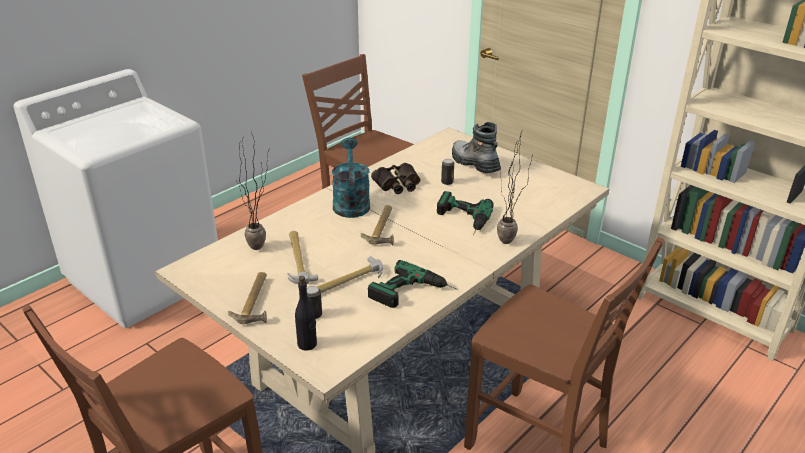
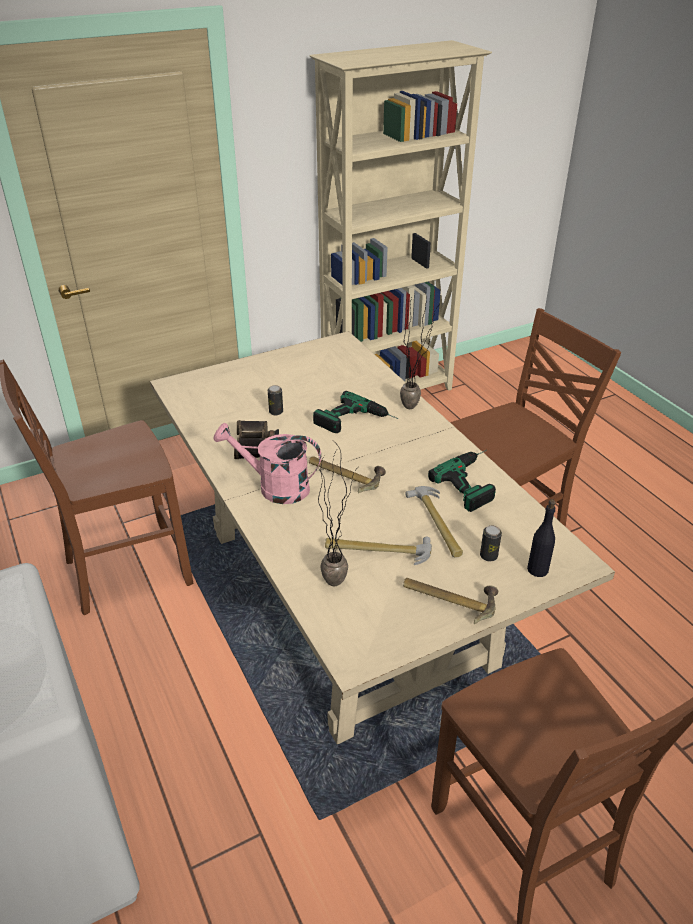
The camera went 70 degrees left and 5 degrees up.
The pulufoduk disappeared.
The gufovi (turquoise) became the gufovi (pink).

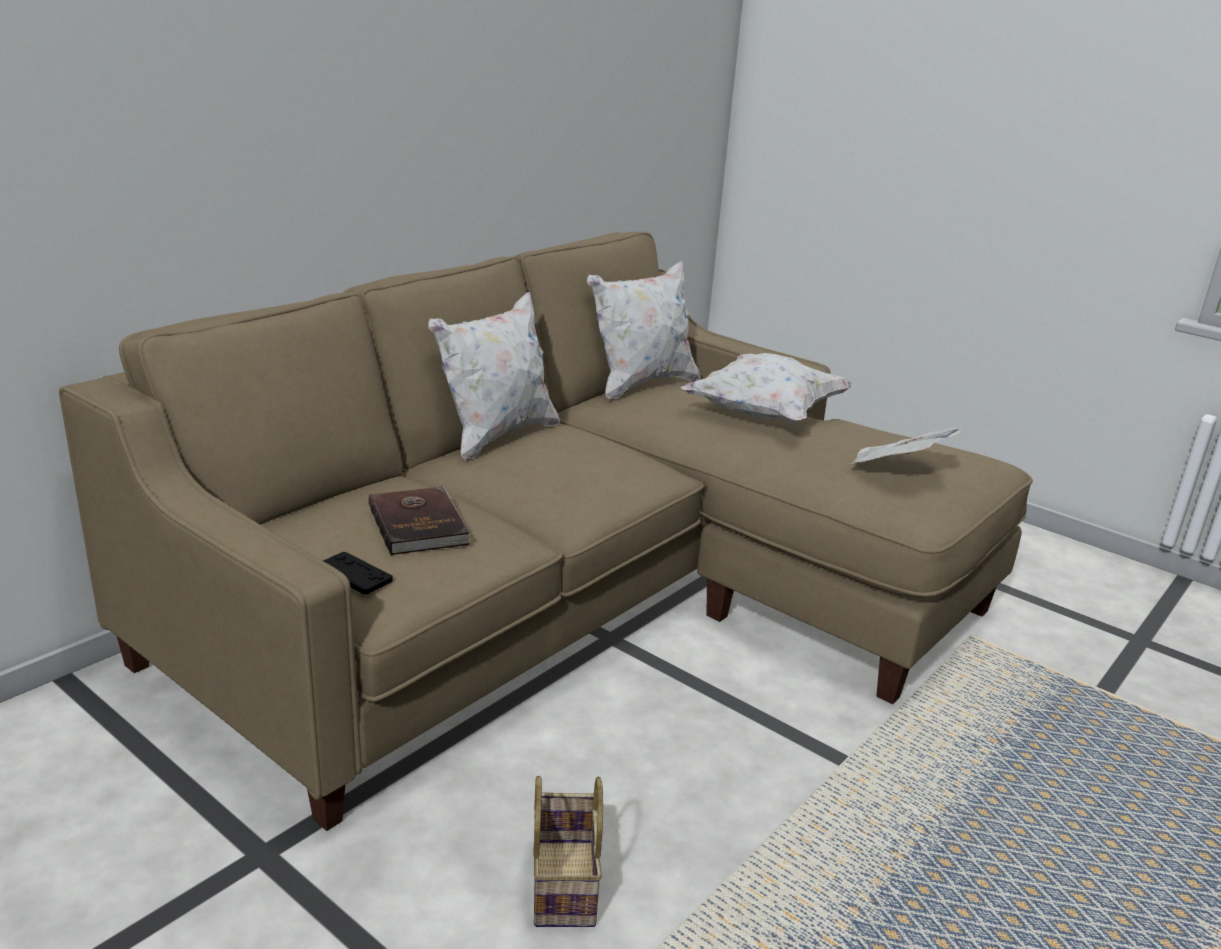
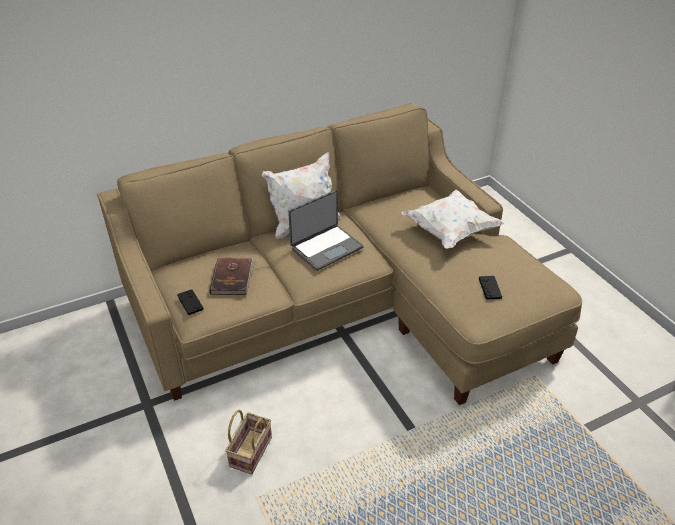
The camera went 25 degrees right and 15 degrees up.
The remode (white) (2nd from left) disappeared.
The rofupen appeared.
The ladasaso was replaced by the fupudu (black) (2nd from left).

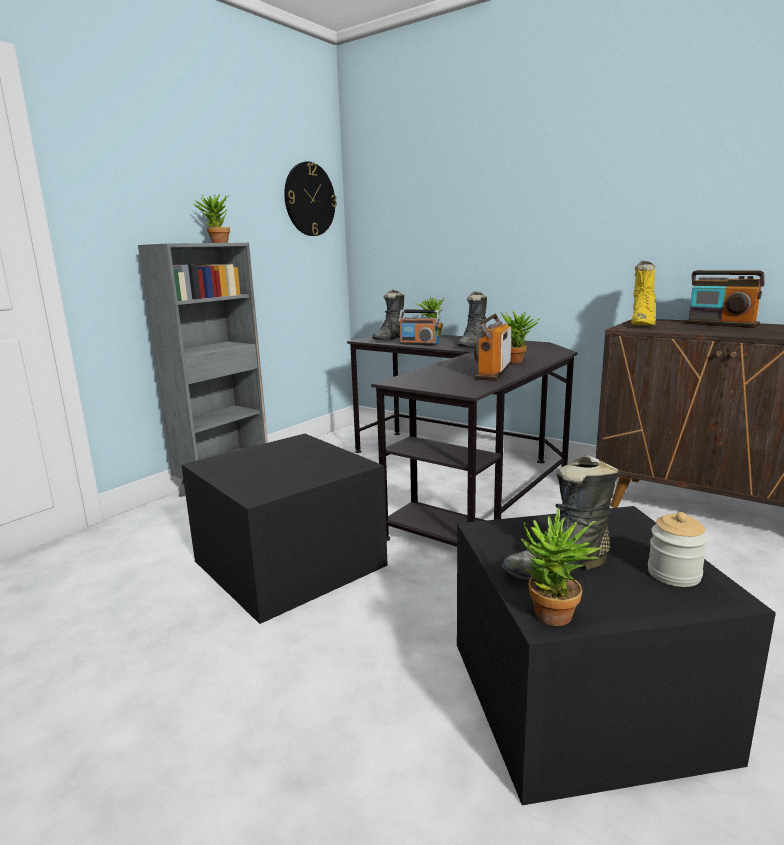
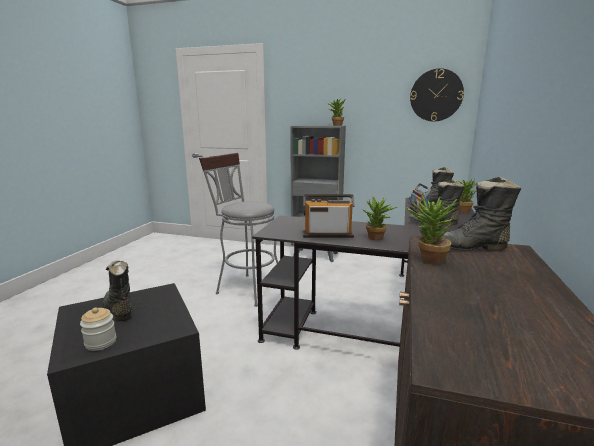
The camera went 70 degrees right and 0 degrees up.
The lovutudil (3rd from left) disappeared.
The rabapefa (4th from left in the first image) moved.
The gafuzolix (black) (1st from left) was replaced by the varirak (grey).
The pulufoduk (yellow) became the pulufoduk (black) (4th from left).

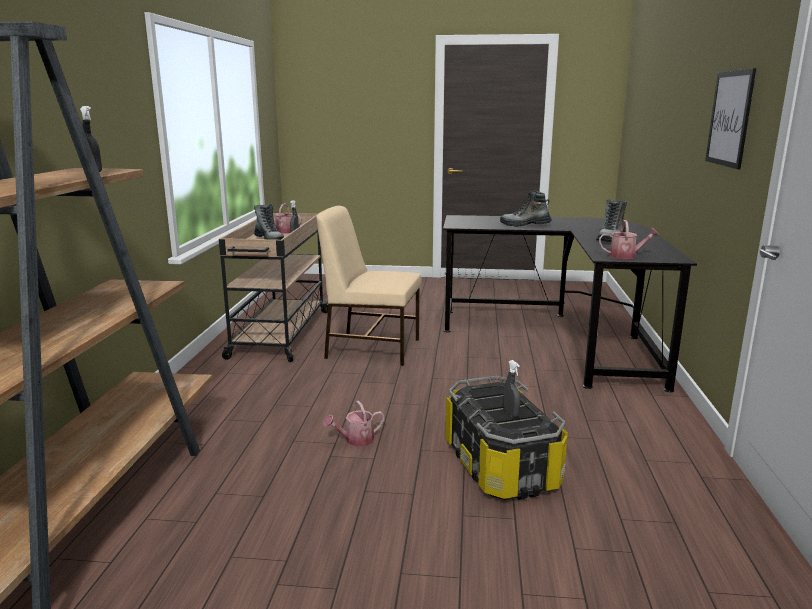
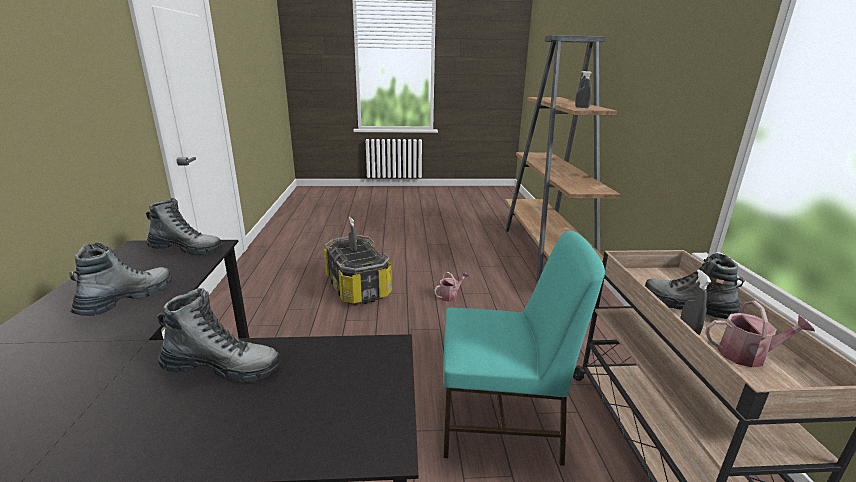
The camera went 170 degrees right and 5 degrees up.
The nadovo disappeared.
The gufovi (3rd from left) was replaced by the pulufoduk (2nd from left).
The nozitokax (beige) became the nozitokax (turquoise).

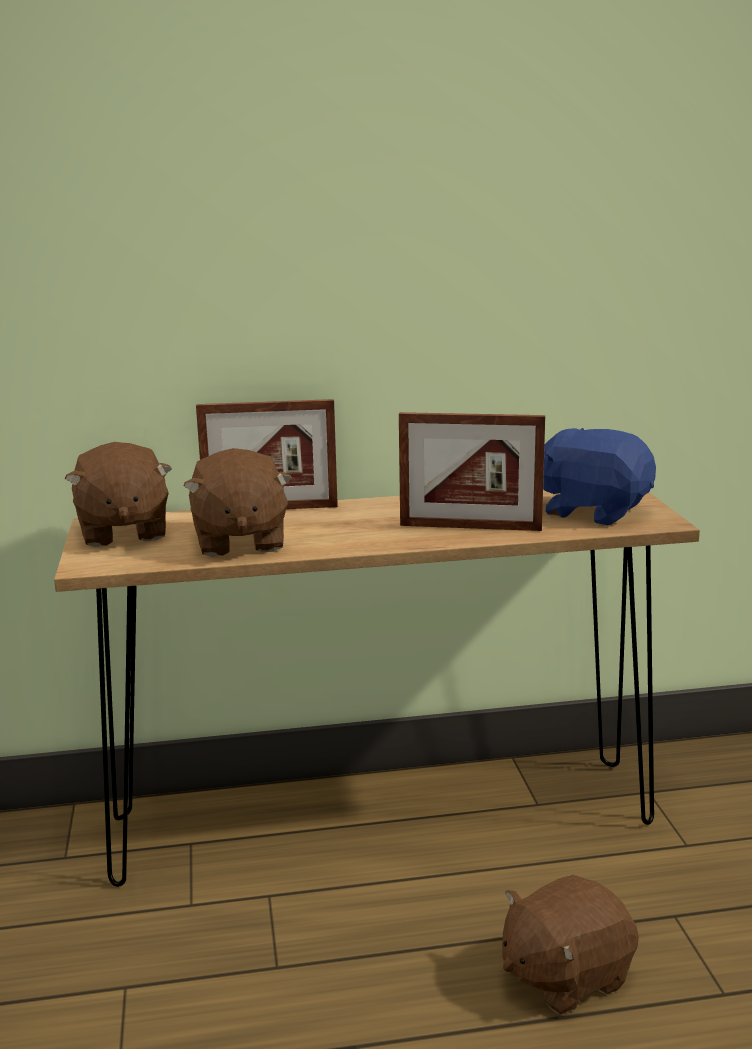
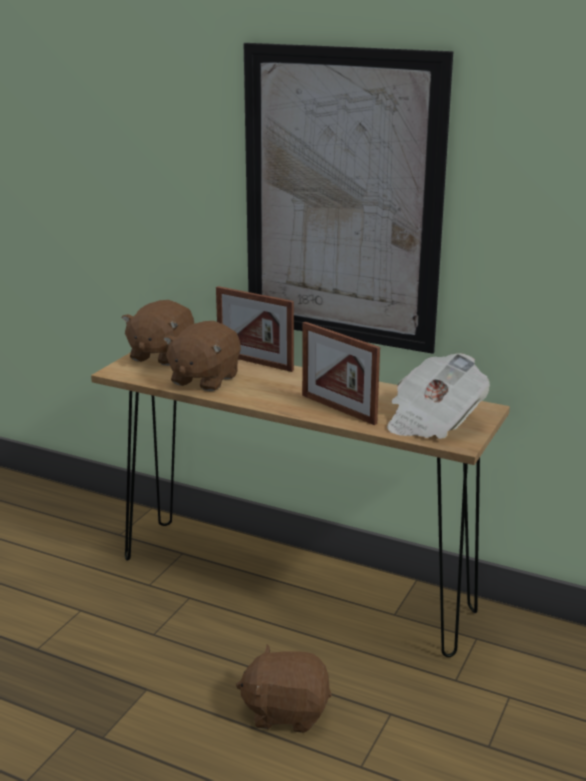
The camera went 35 degrees right and 5 degrees up.
The nadovo appeared.
The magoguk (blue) was replaced by the ladasaso.

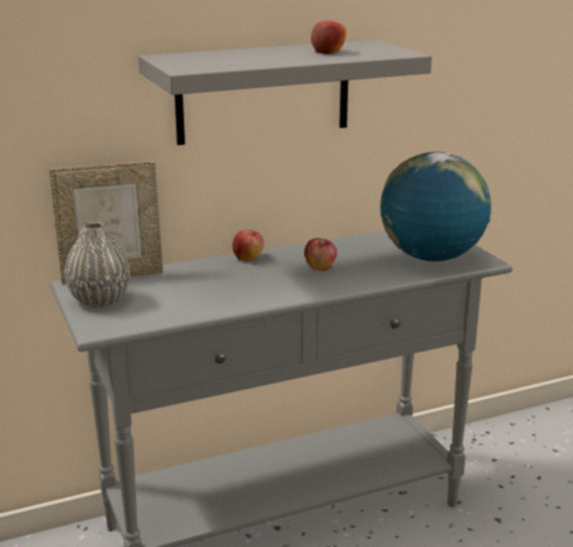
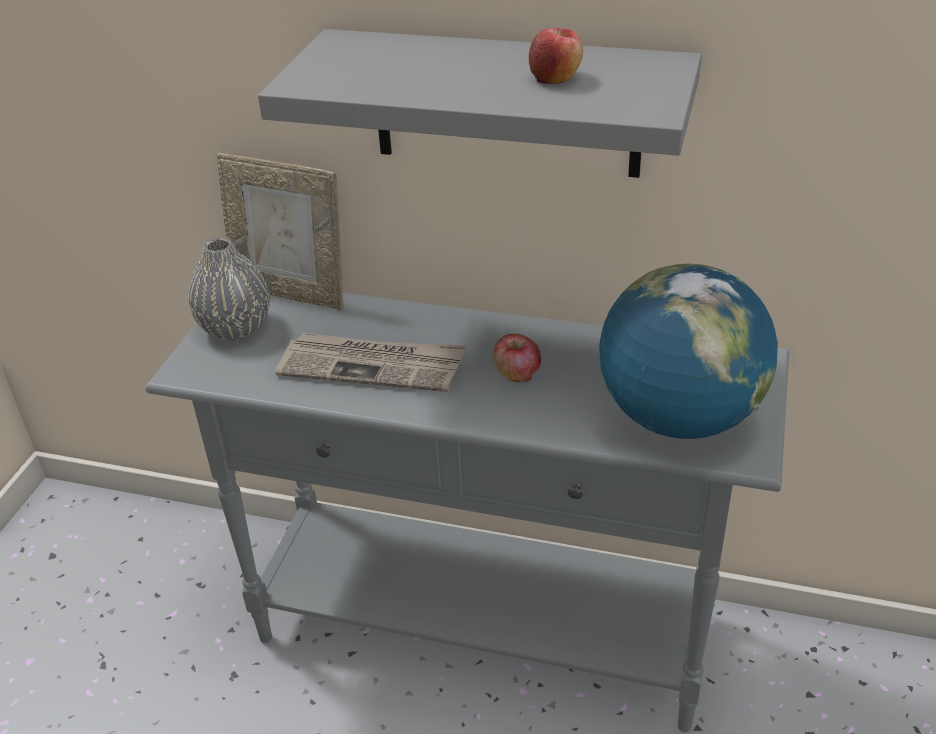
The camera went 40 degrees right and 15 degrees up.
The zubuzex (1st from left) disappeared.
The ladasaso appeared.

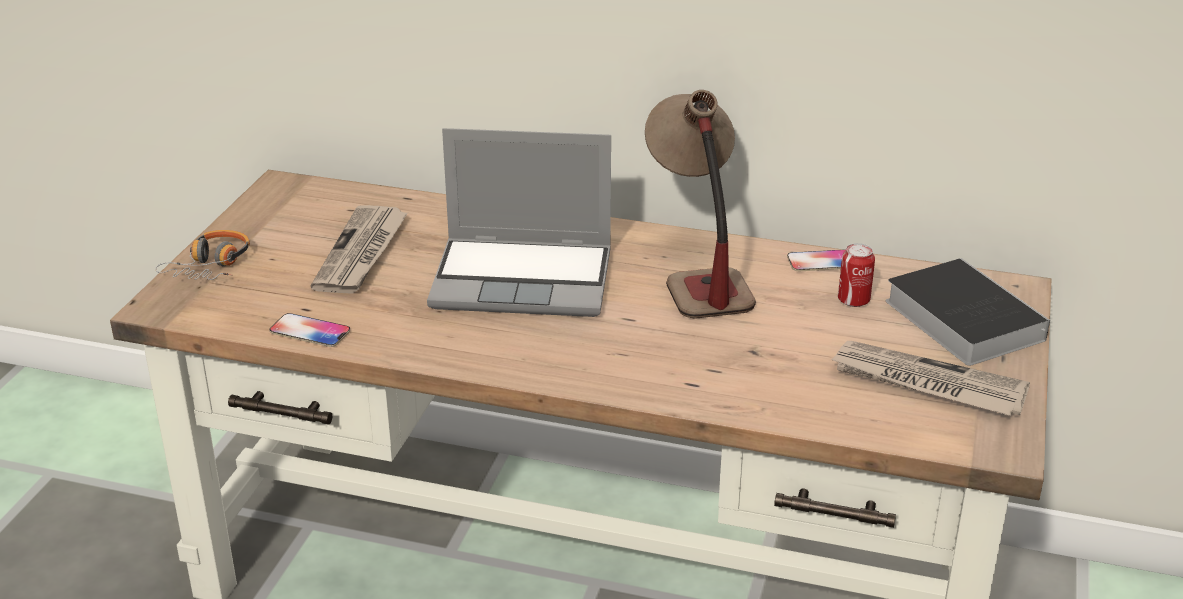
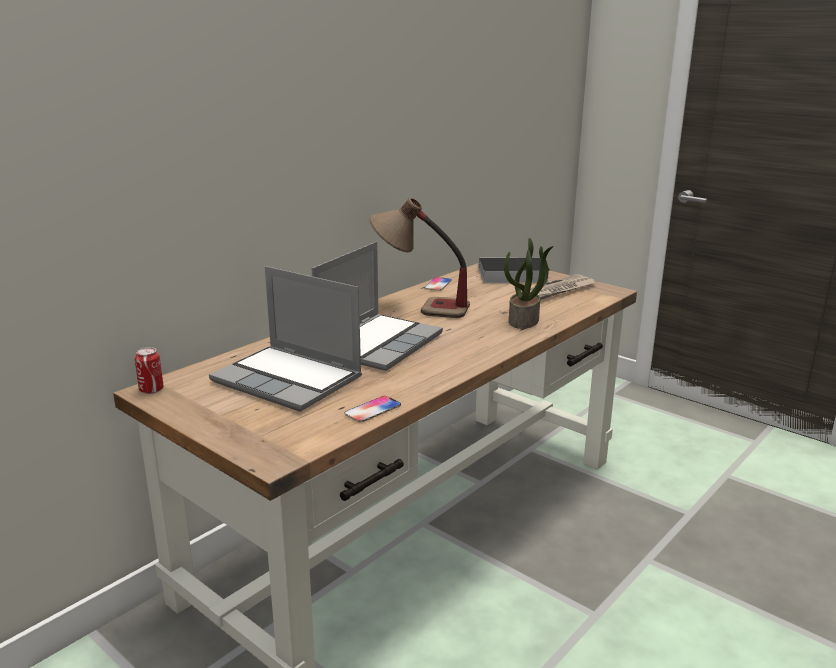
The camera went 65 degrees left and 10 degrees down.
The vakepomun disappeared.
The rabapefa appeared.
The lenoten moved.
The ladasaso (1st from left) was replaced by the rofupen (1st from left).

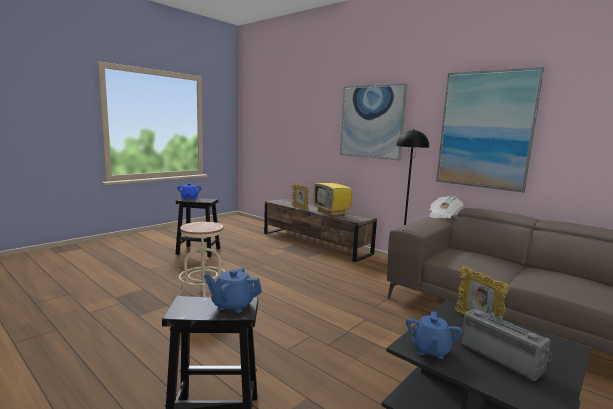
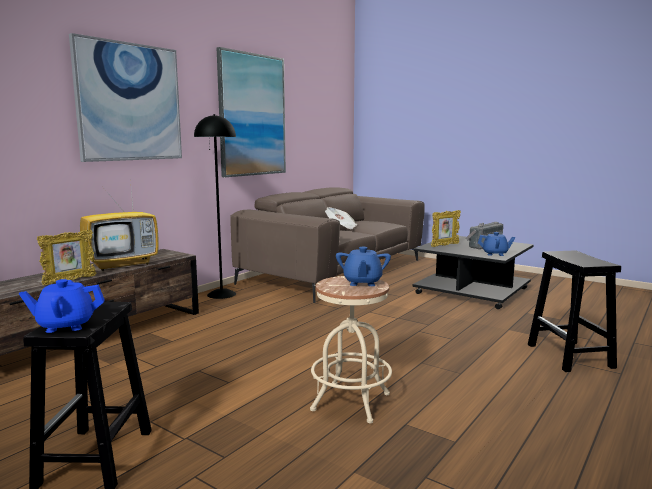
The camera went 95 degrees left and 0 degrees up.
The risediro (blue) (2nd from left) moved.
The ladasaso moved.

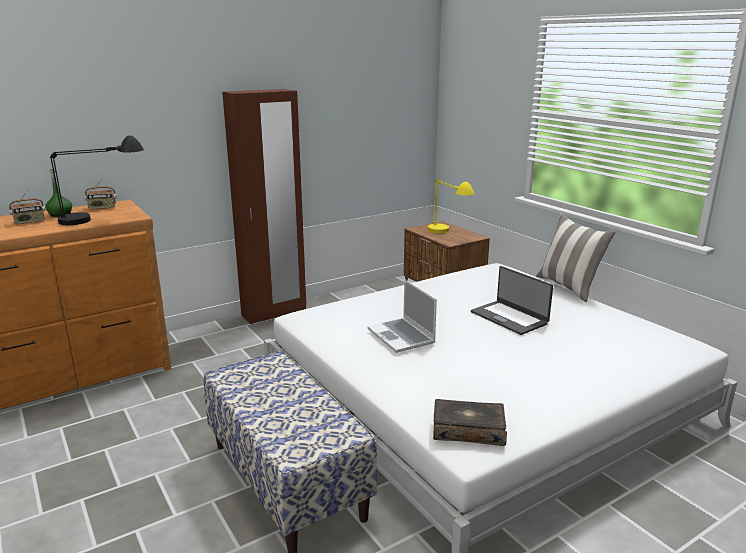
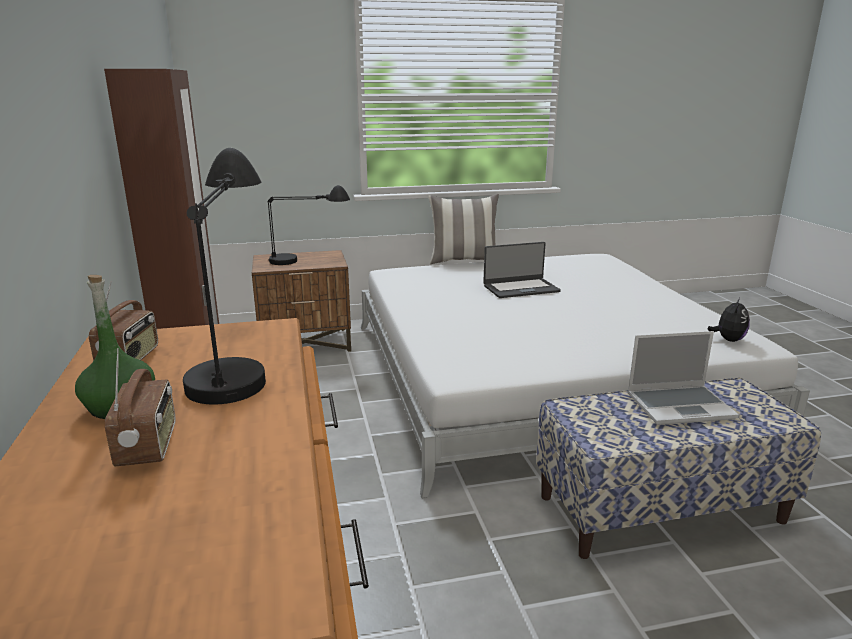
The camera went 70 degrees left and 0 degrees up.
The rofupen (1st from left in the first image) moved.
The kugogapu was replaced by the magoguk.
The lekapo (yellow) became the lekapo (black) (2nd from left).

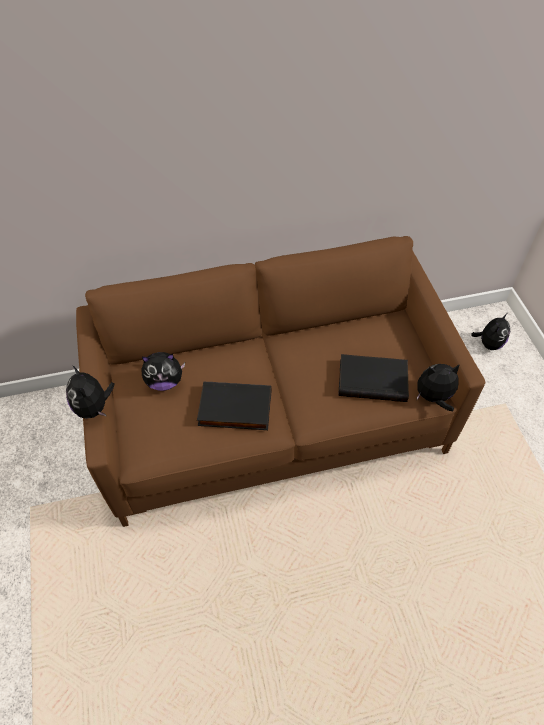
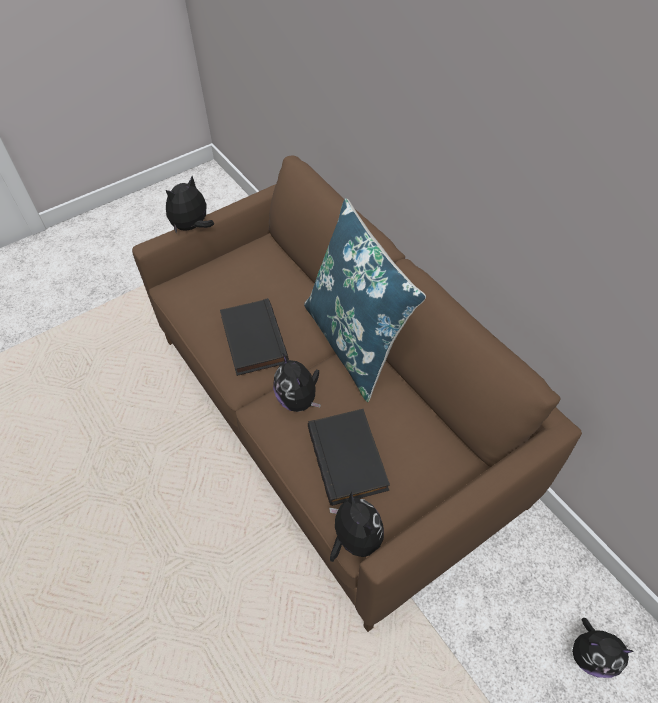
The camera went 70 degrees right and 0 degrees up.
The remode (blue) appeared.
The magoguk (2nd from left) moved.

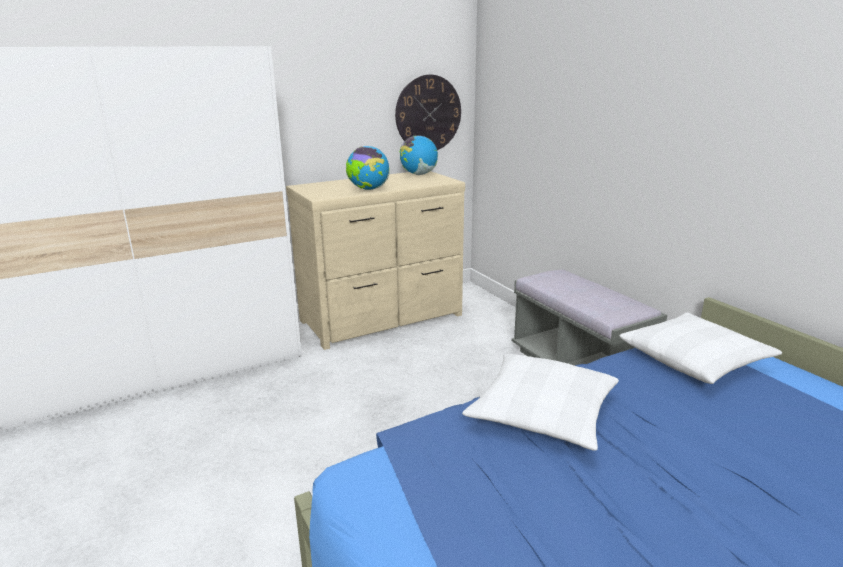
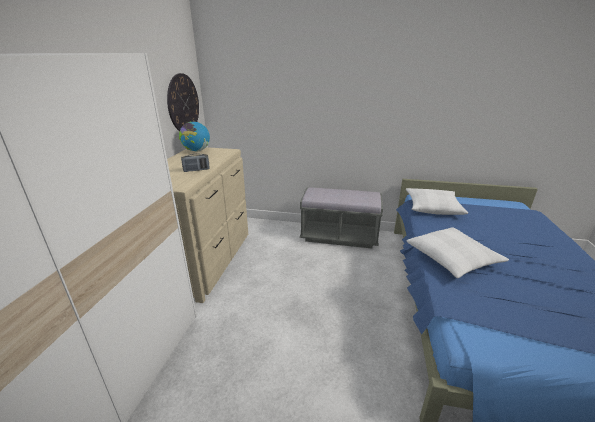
The camera went 50 degrees left and 5 degrees up.
The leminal (1st from left) was replaced by the lovutudil.

